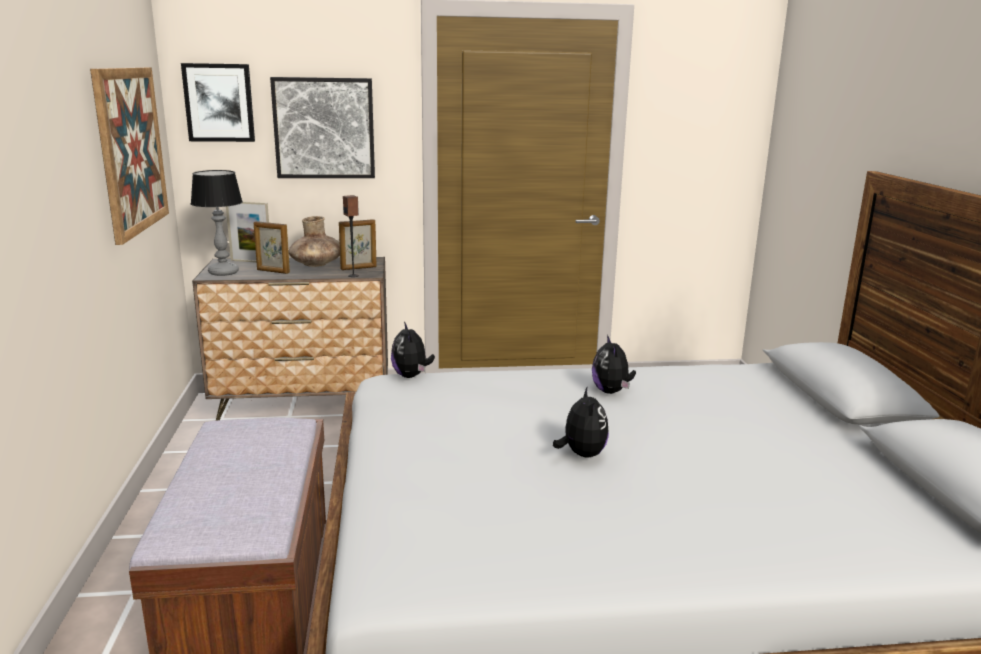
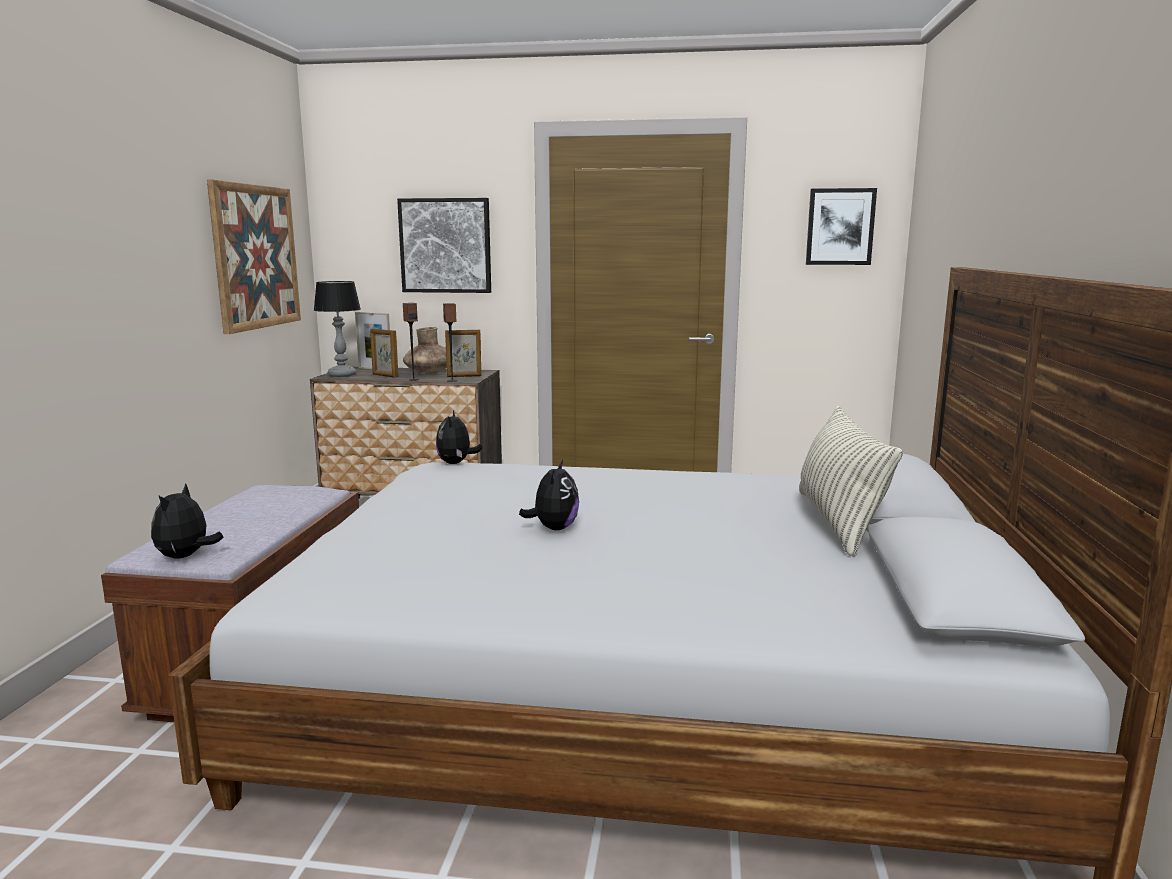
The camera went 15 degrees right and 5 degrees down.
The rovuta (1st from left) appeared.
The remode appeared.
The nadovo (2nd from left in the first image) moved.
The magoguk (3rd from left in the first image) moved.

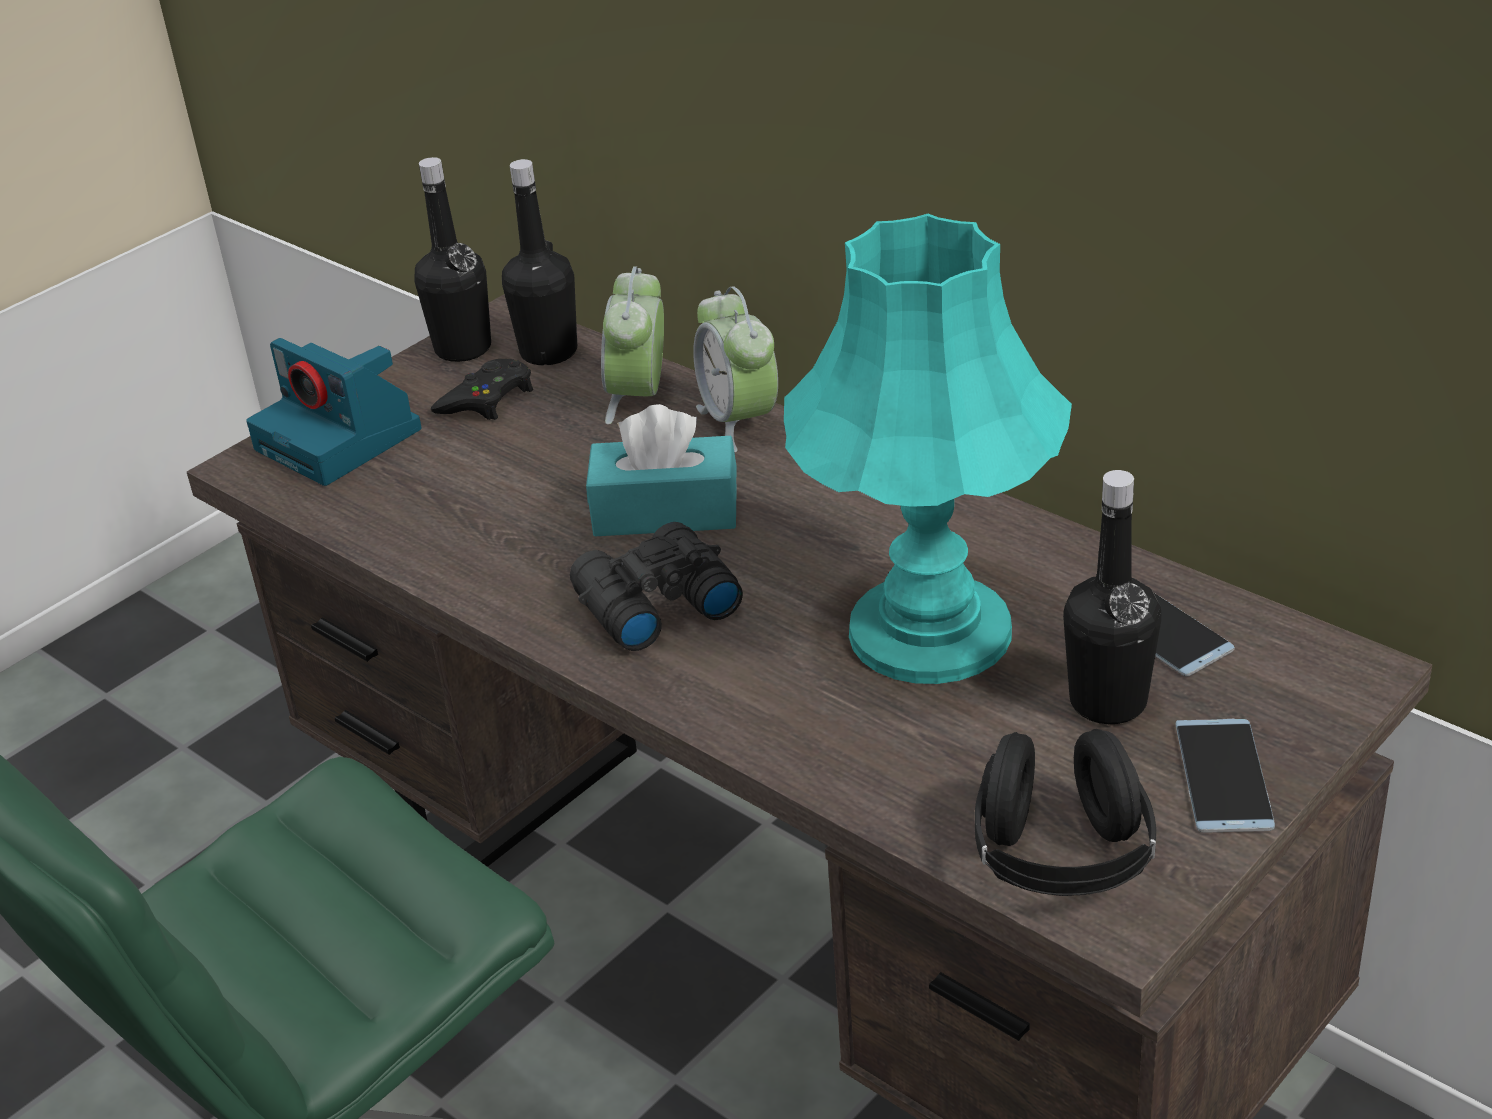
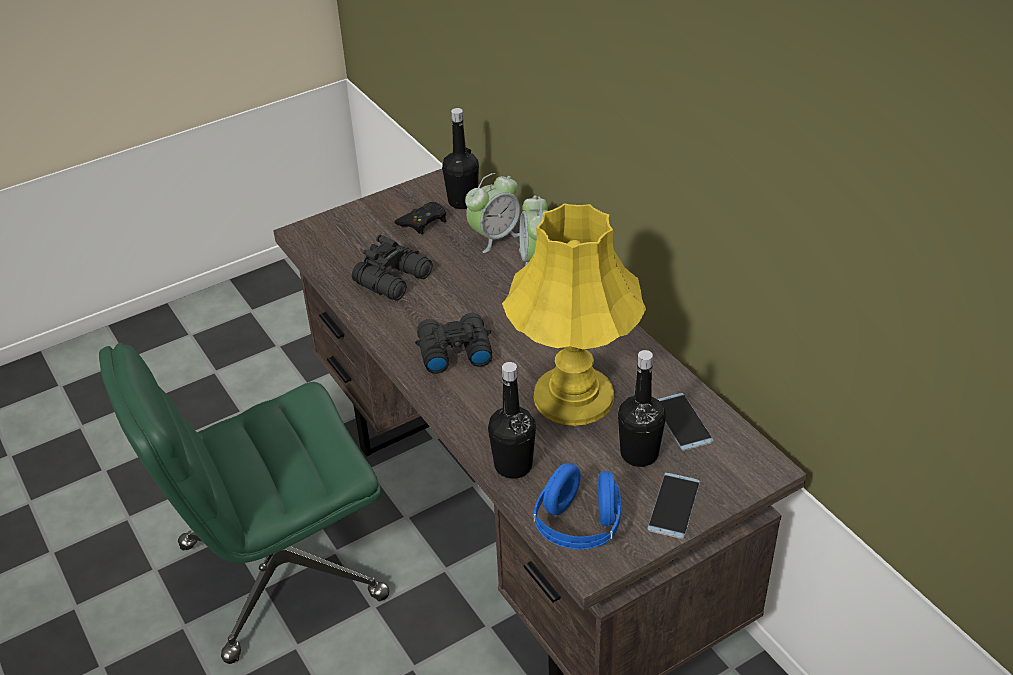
The camera went 15 degrees right and 5 degrees up.
The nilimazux disappeared.
The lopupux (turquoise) disappeared.
The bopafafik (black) (1st from left) appeared.
The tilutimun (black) (1st from left in the first image) moved.
The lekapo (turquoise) became the lekapo (yellow).
The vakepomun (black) became the vakepomun (blue).
The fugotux (1st from left) turned 150 degrees counterclockwise.

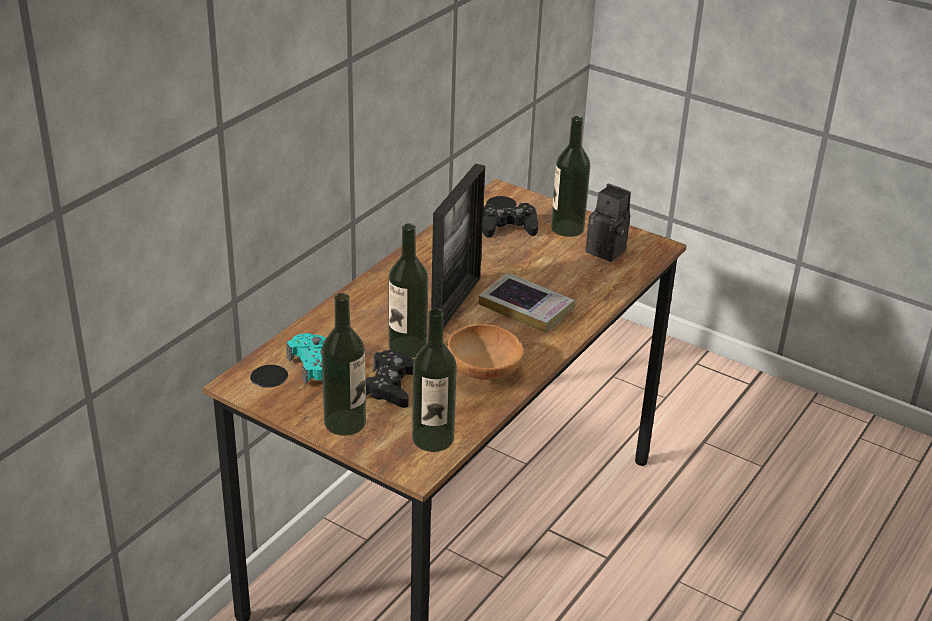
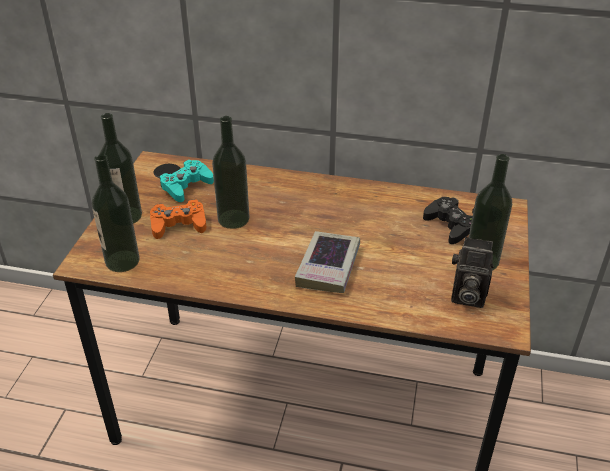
The camera went 70 degrees right and 5 degrees up.
The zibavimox disappeared.
The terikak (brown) disappeared.
The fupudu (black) (1st from left) became the fupudu (orange).
The nilimazux turned 90 degrees clockwise.

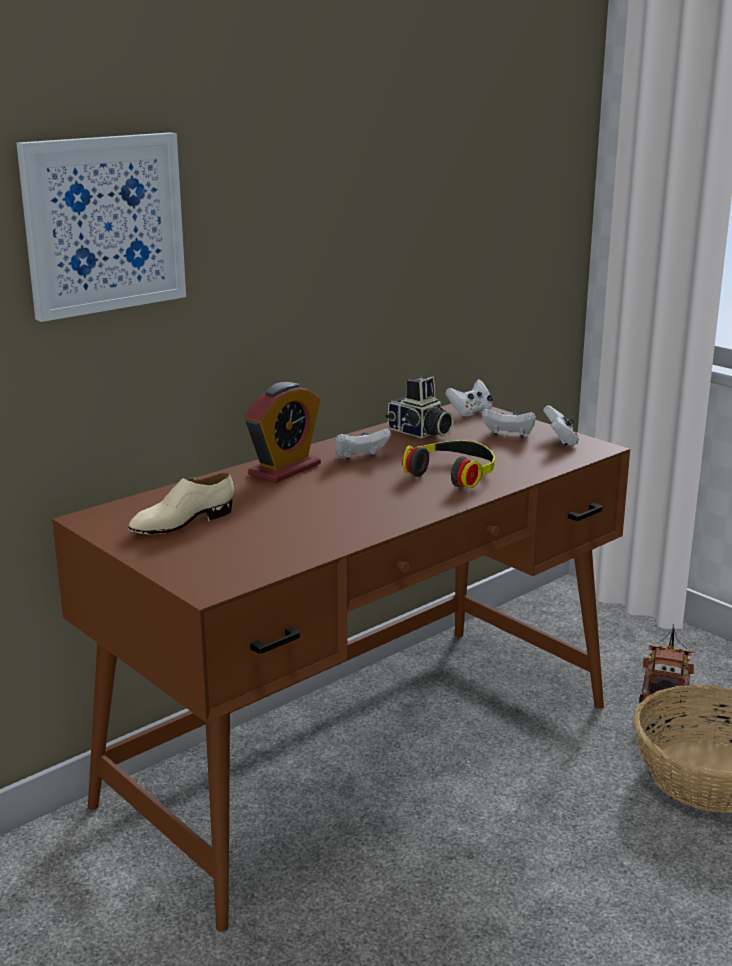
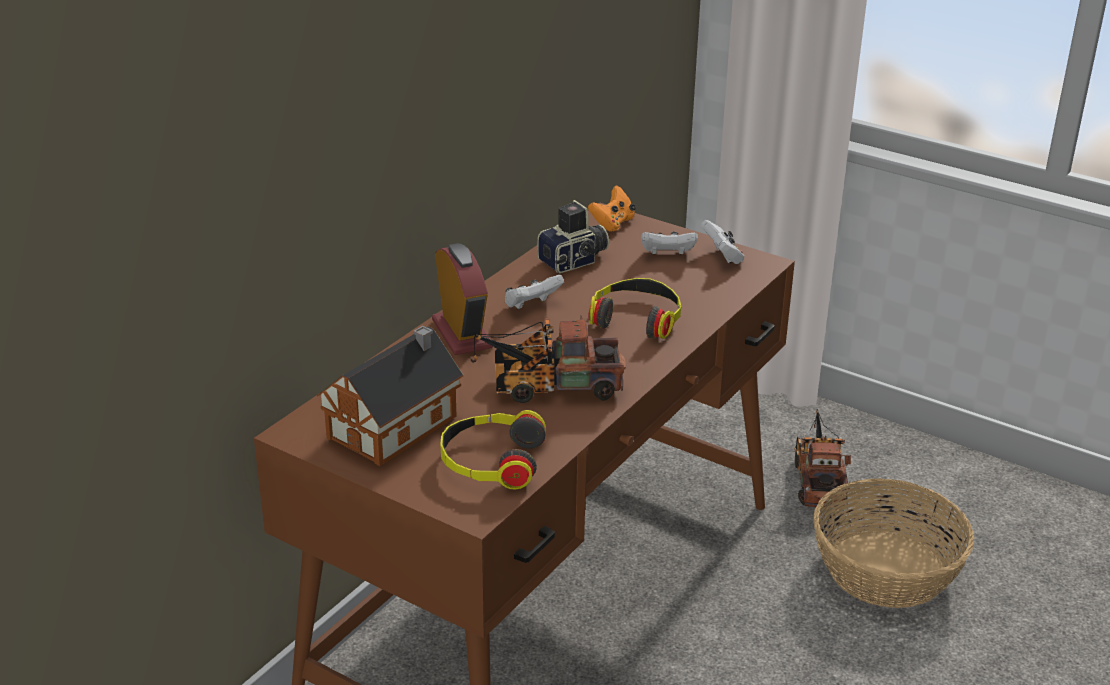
The camera went 15 degrees left and 10 degrees up.
The nadovo disappeared.
The vakepomun (1st from left) appeared.
The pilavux (1st from left) appeared.
The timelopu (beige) was replaced by the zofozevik.
The fupudu (white) (2nd from left) became the fupudu (orange).
The fugotux turned 45 degrees counterclockwise.
The nilimazux turned 60 degrees counterclockwise.

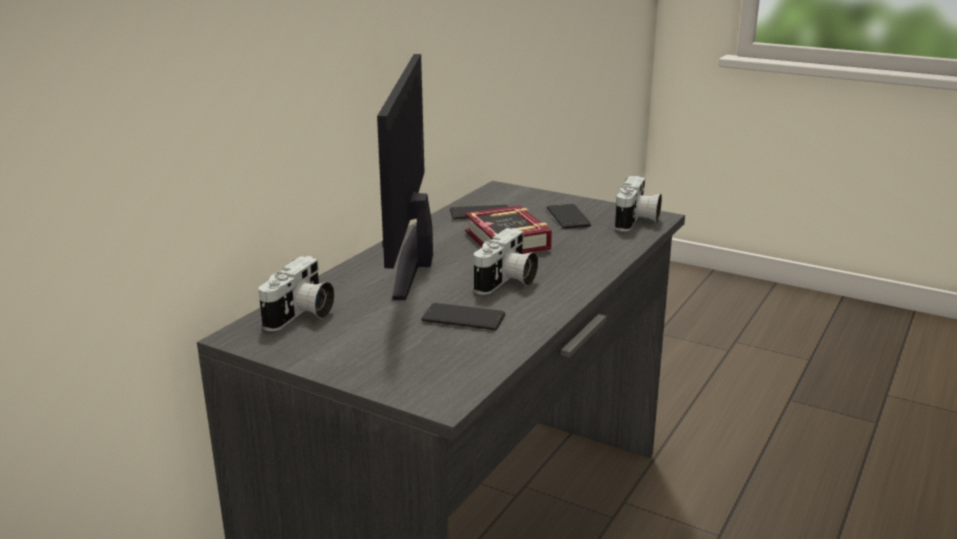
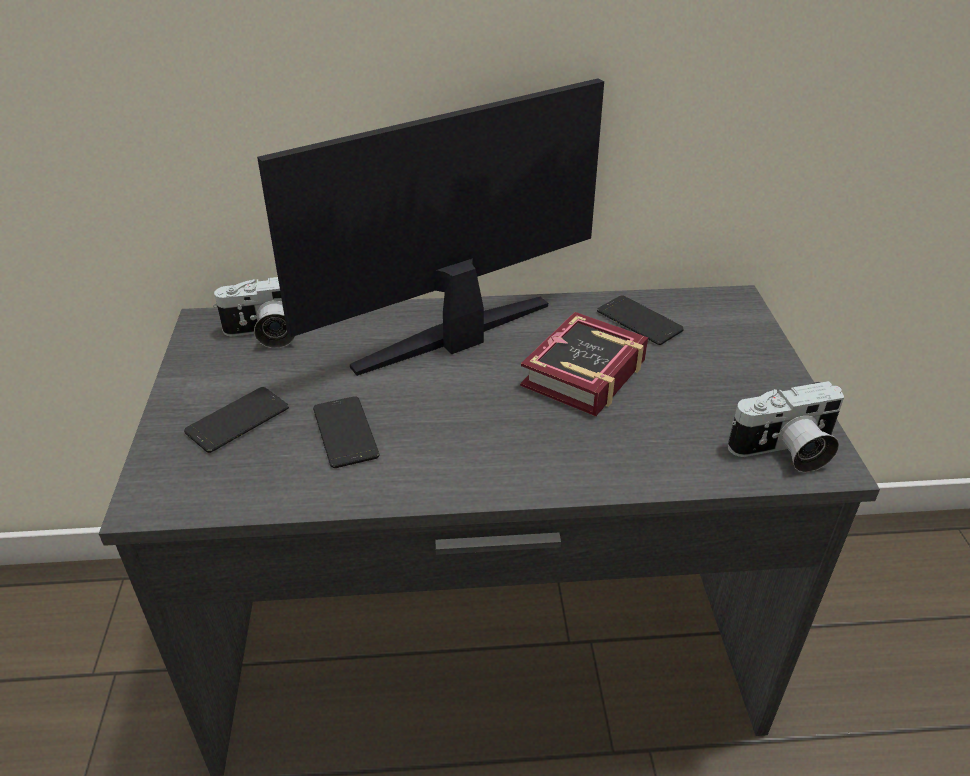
The camera went 55 degrees right and 15 degrees up.
The nilimazux (2nd from left) disappeared.
The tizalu (3rd from left in the first image) moved.

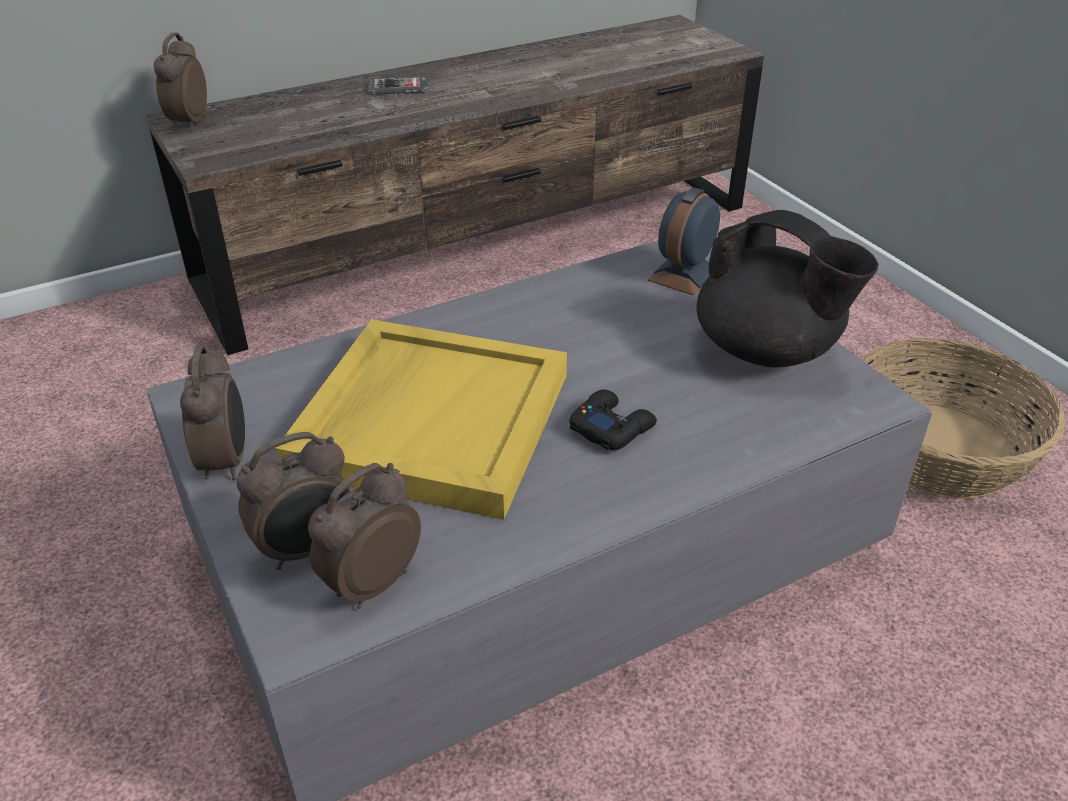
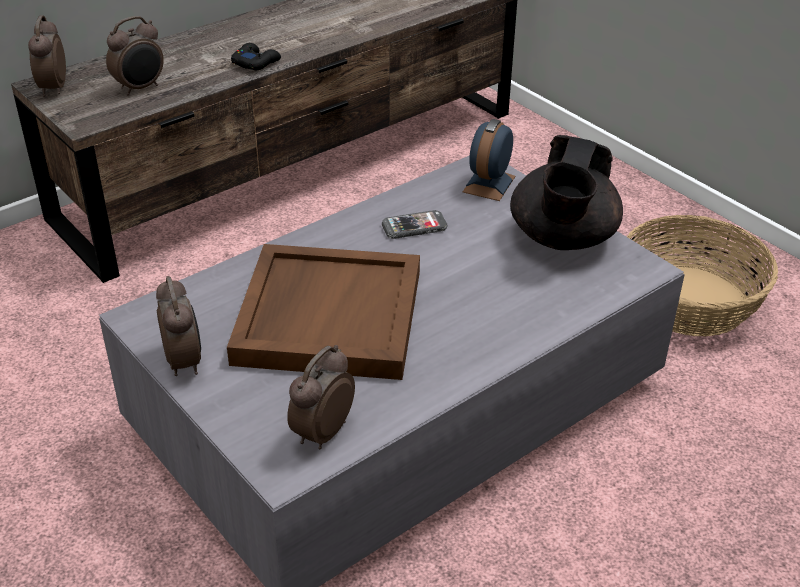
The camera went 10 degrees left and 0 degrees up.
The fugotux (3rd from left in the first image) moved.
The tizalu moved.
The fupudu (black) moved.
The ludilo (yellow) became the ludilo (brown).
The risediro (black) turned 75 degrees clockwise.

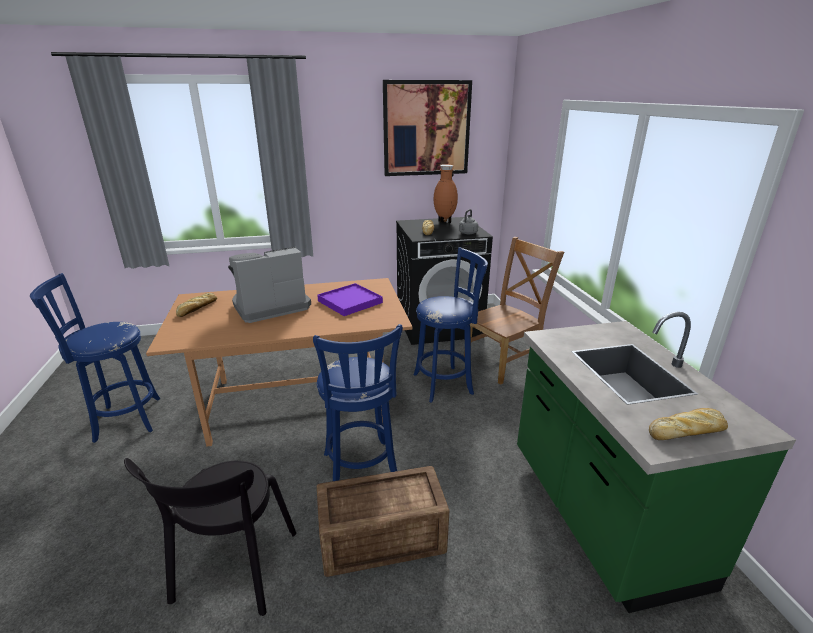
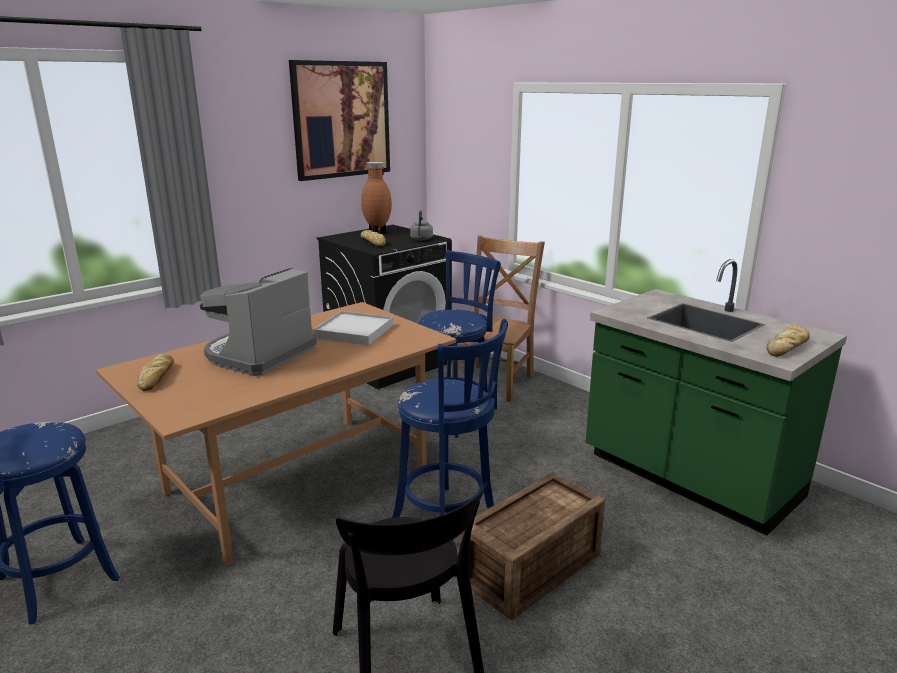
The camera went 30 degrees left and 5 degrees down.
The ludilo (purple) became the ludilo (white).

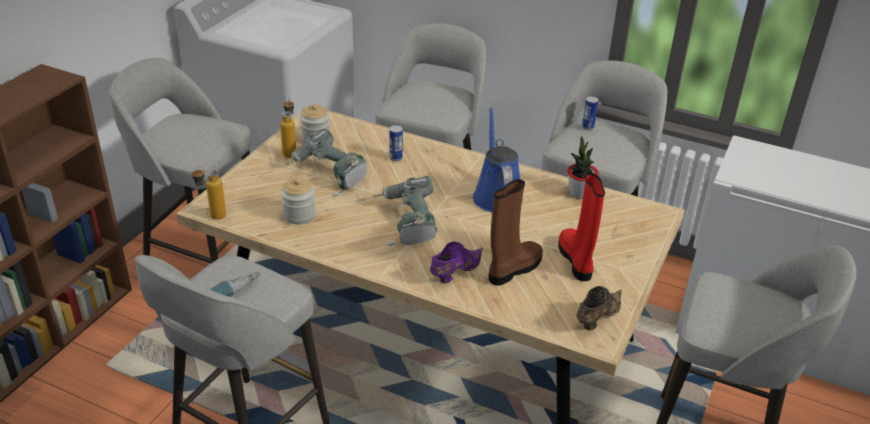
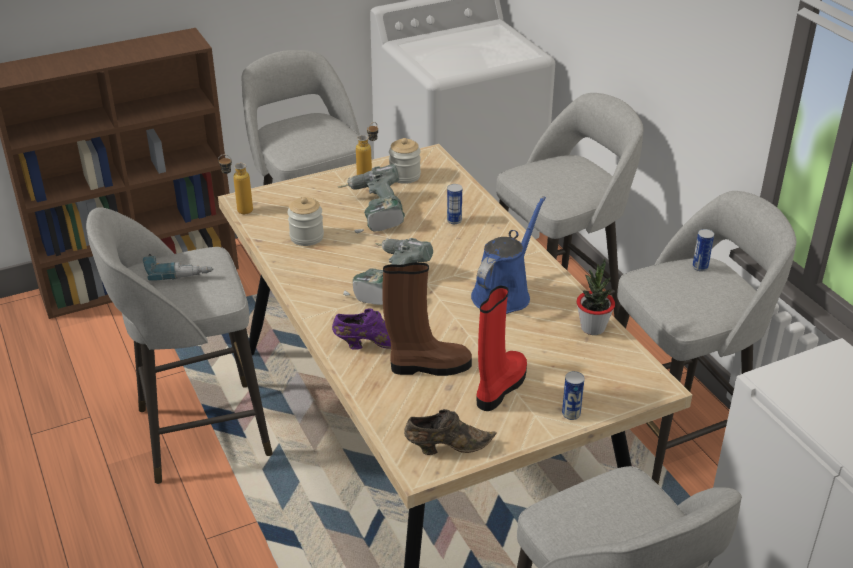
The camera went 40 degrees right and 0 degrees up.
The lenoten (2nd from left) appeared.

